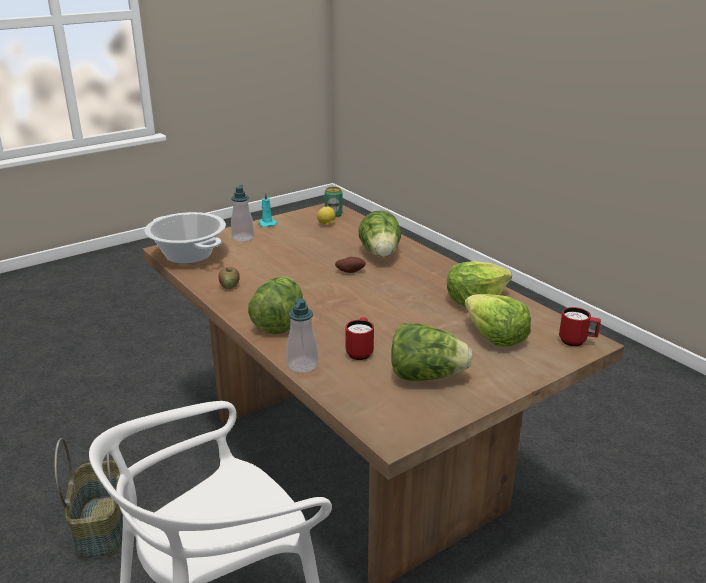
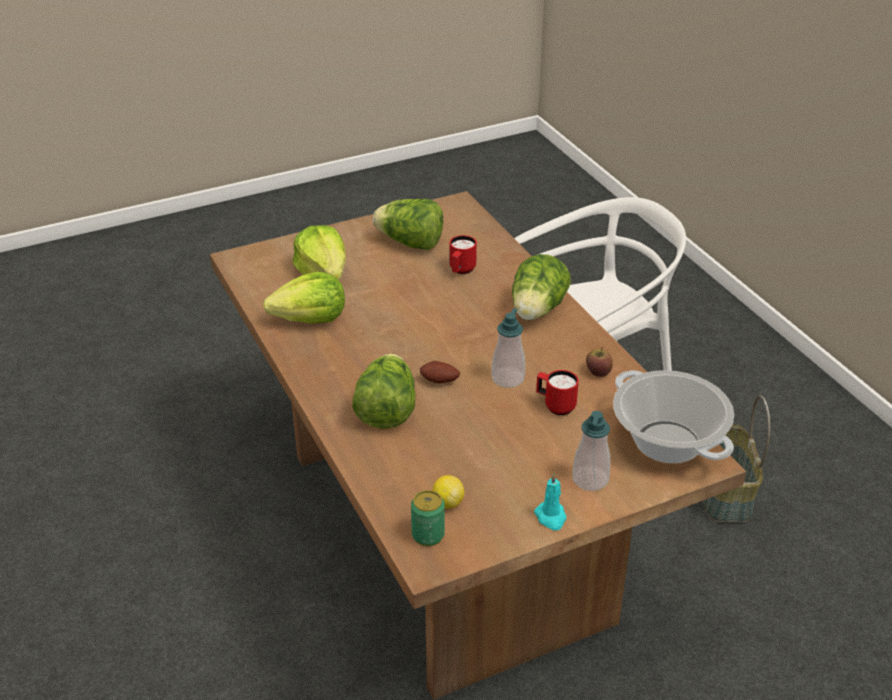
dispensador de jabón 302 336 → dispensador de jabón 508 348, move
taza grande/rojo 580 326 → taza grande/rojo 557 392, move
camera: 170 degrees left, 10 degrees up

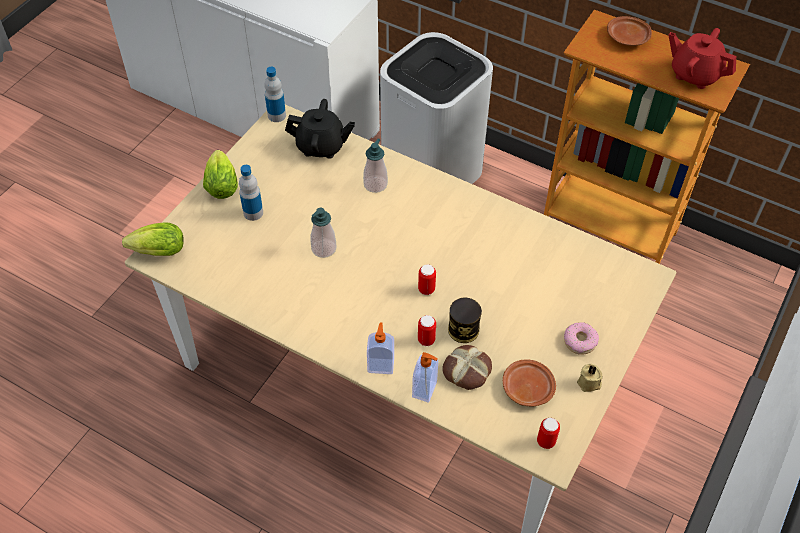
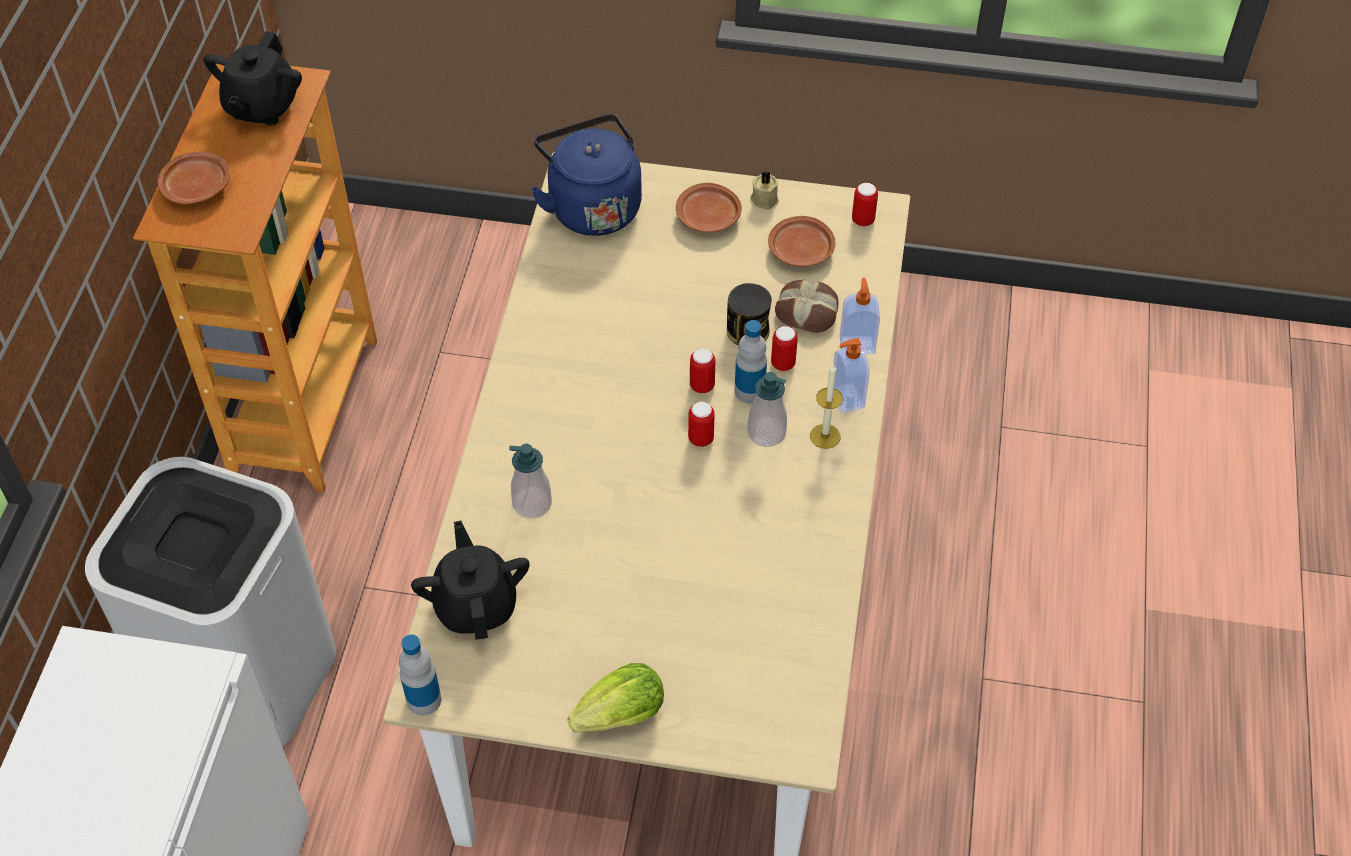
tetera/rojo 702 58 → tetera/negro 253 78
botella 251 193 → botella 751 362, move
dispensador de jabón 323 232 → dispensador de jabón 767 409, move
lechuga 153 239 → -
rosquilla 581 338 → plato/marrón 709 208
- → hervidor/azul 586 175
- → vela 826 407
- → lata 701 424
camera: 110 degrees left, 0 degrees up

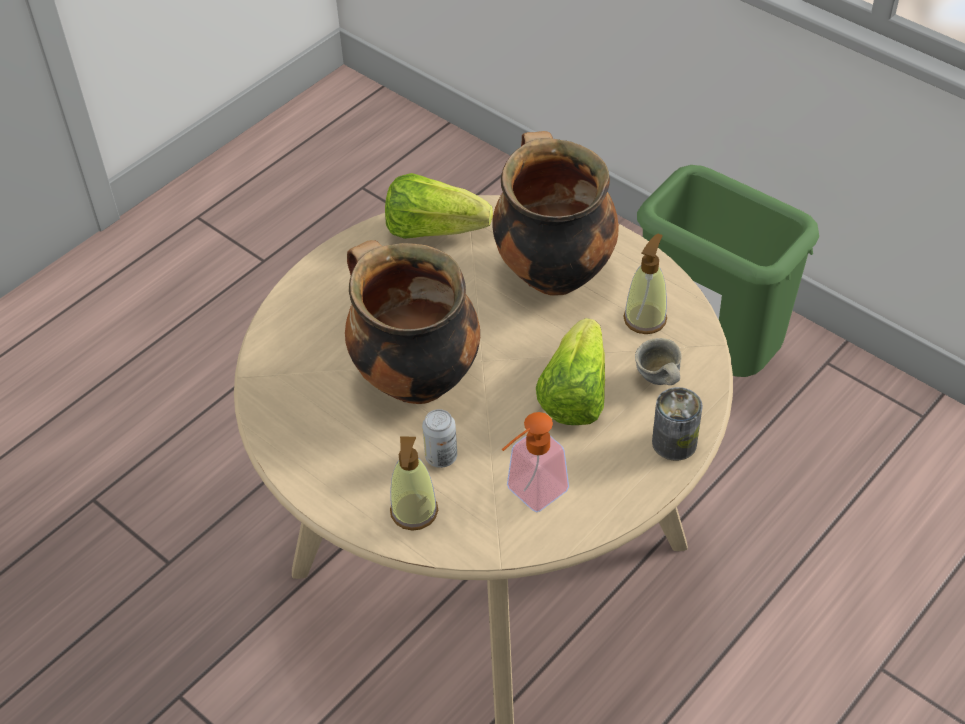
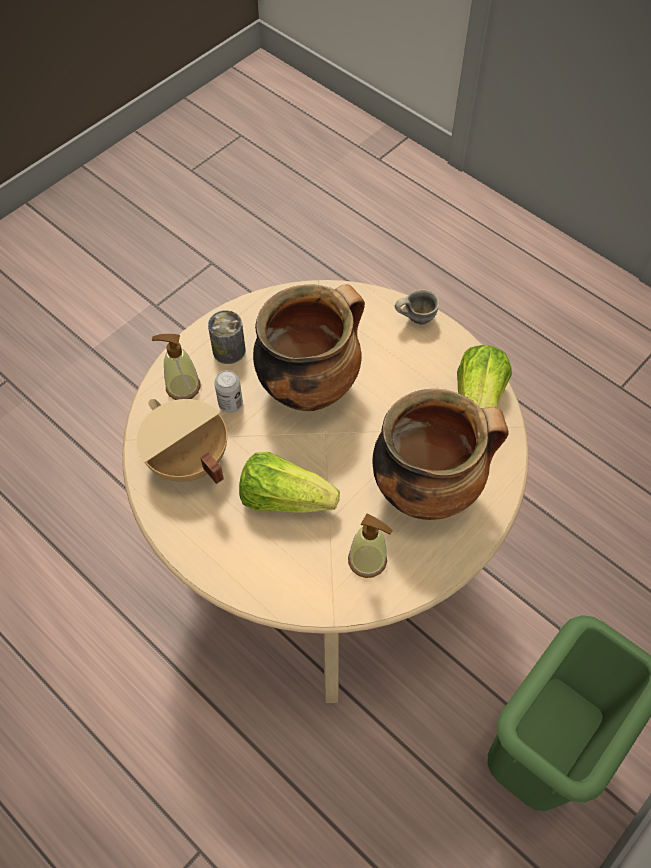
taza grande/gris 658 361 → taza grande/gris 417 307, move
lata 677 424 → lata 226 337, move
dispensador de jabón 535 462 → olla/beis 181 442
camera: 90 degrees right, 10 degrees up

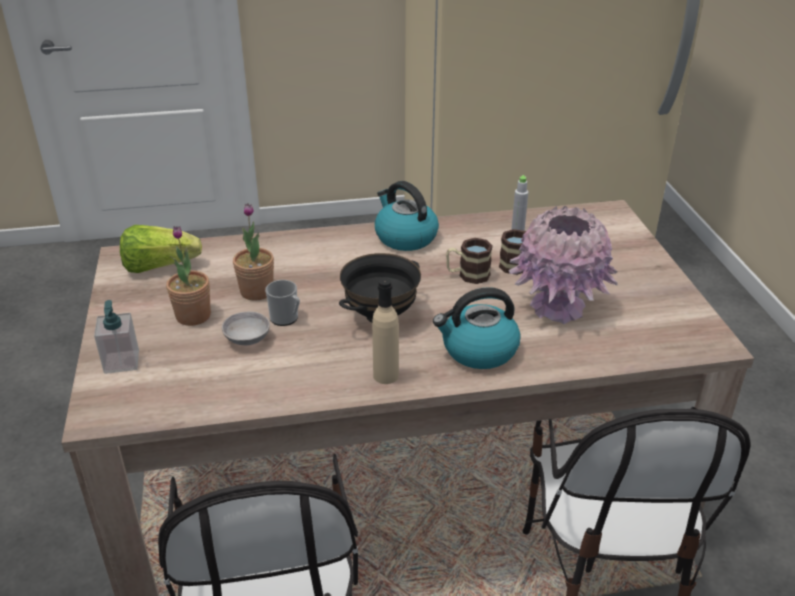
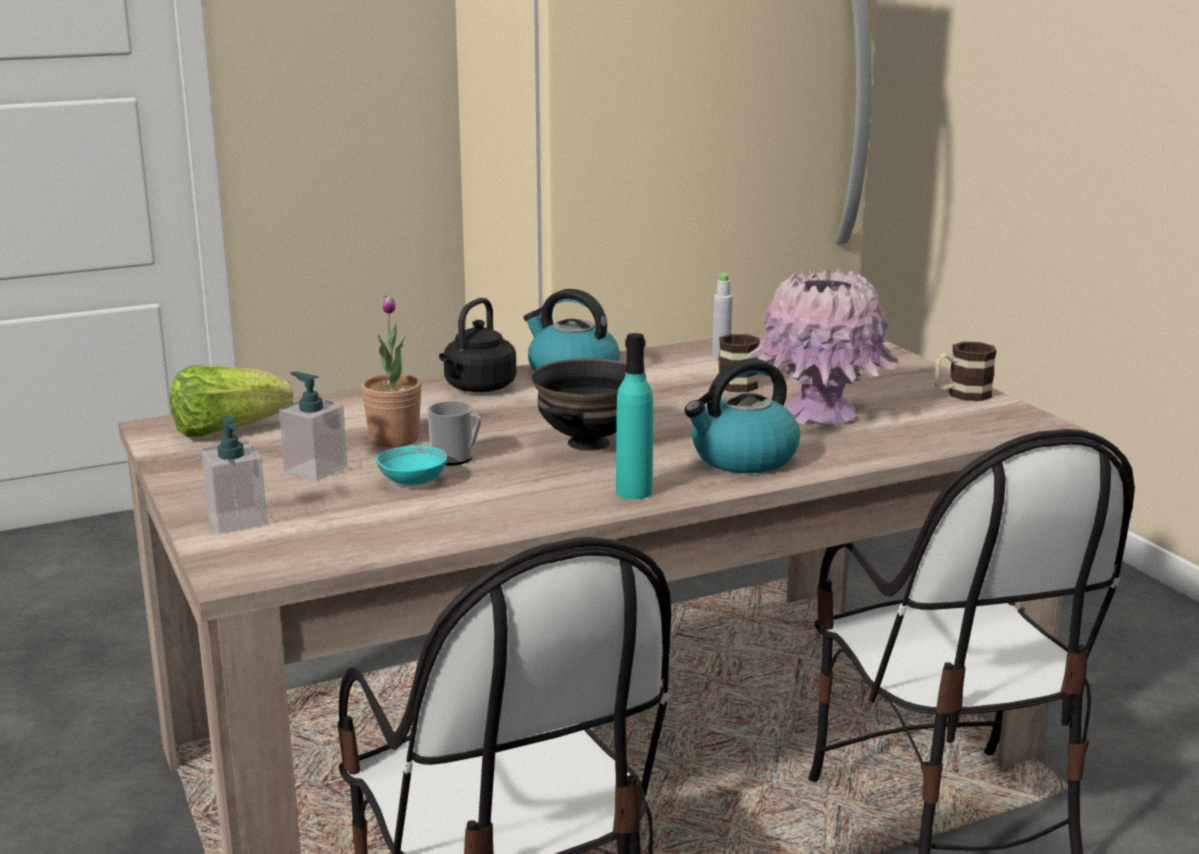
planta en maceta 188 276 → dispensador de jabón 313 426
taza grande 469 261 → taza grande 966 371, move
botella/beis 385 331 → botella/turquesa 634 416
cuenco/gris 246 328 → cuenco/turquesa 411 465
- → hervidor/negro 477 345
camera: 15 degrees left, 15 degrees down

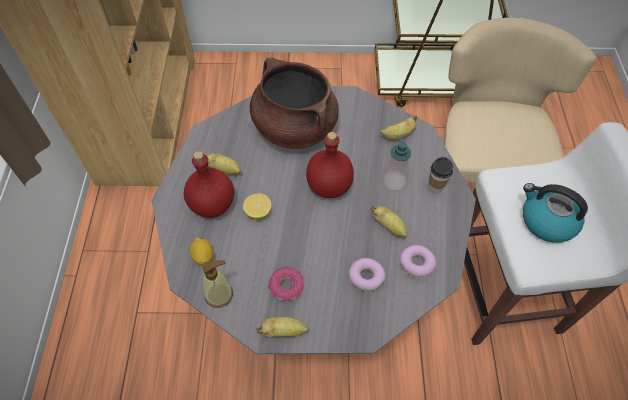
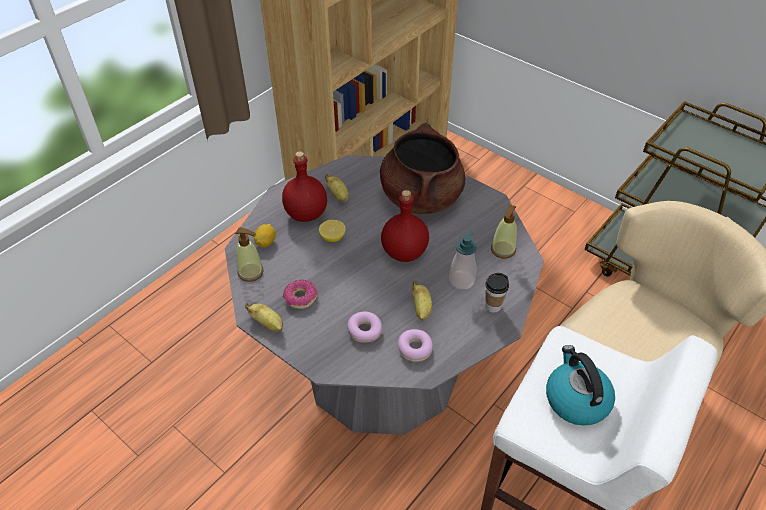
plátano 398 127 → dispensador de jabón 504 231
camera: 40 degrees right, 10 degrees down

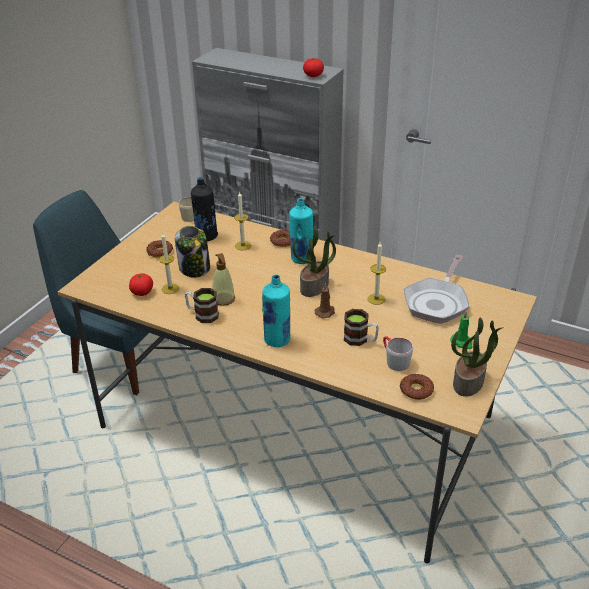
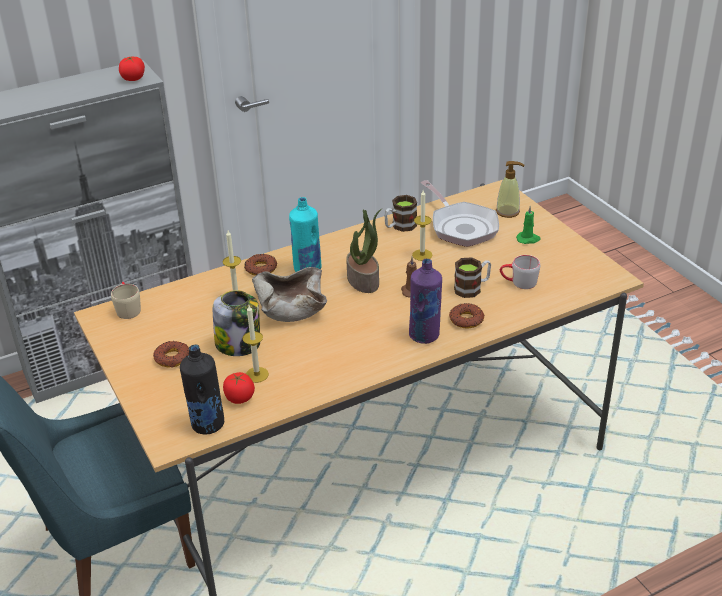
botella/negro 204 209 → botella/negro 202 389, move
dispensador de jabón 224 279 → dispensador de jabón 510 189, move
botella/turquesa 276 311 → botella/morado 425 301
taza grande 202 305 → taza grande 400 213, move
planta en maceta 477 357 → -
rosquilla 417 387 → rosquilla 466 315, move
- → cuenco/beis 289 294
camera: 55 degrees left, 0 degrees up

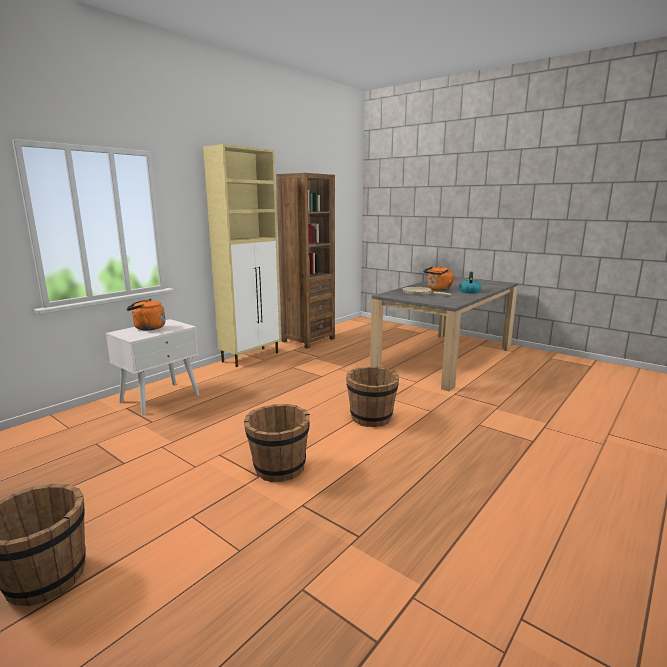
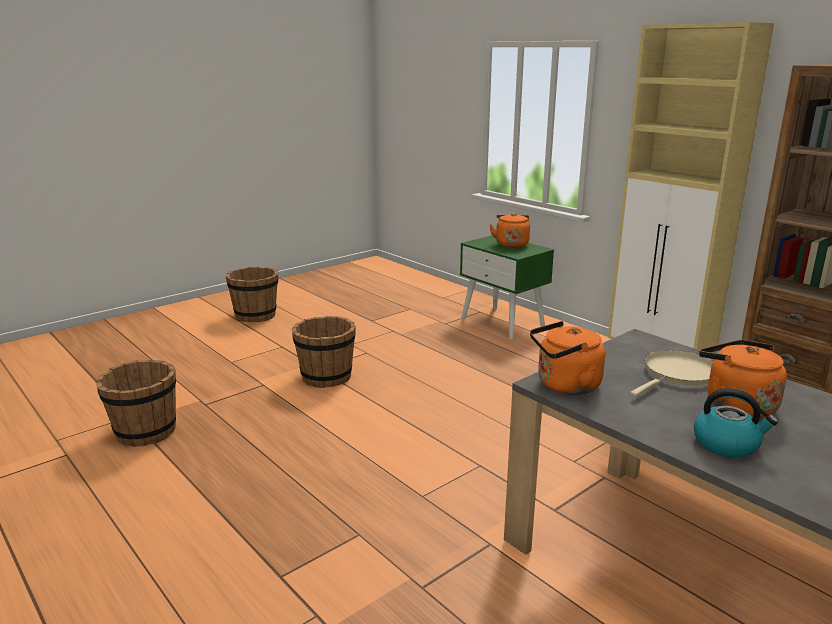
mesita de noche/blanco 152 367 → mesita de noche/verde 507 287
cubo/marrón 372 397 → cubo/marrón 135 403, move
- → hervidor/naranja 567 358
camera: 100 degrees right, 5 degrees up

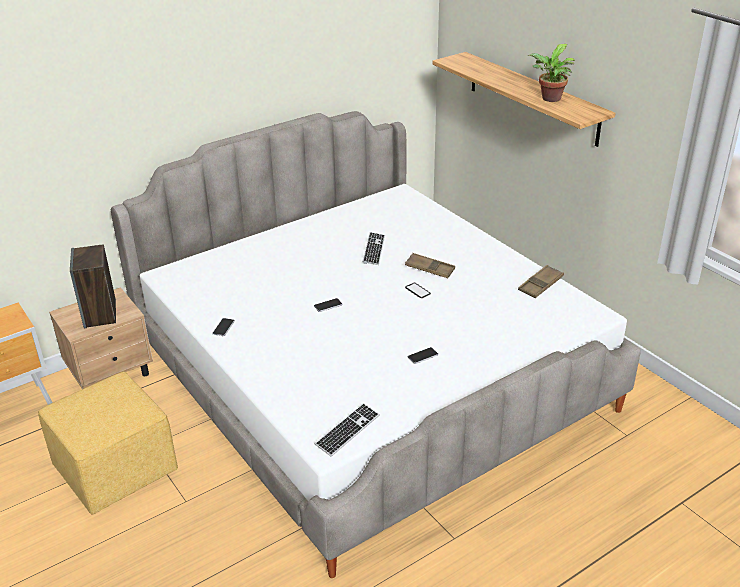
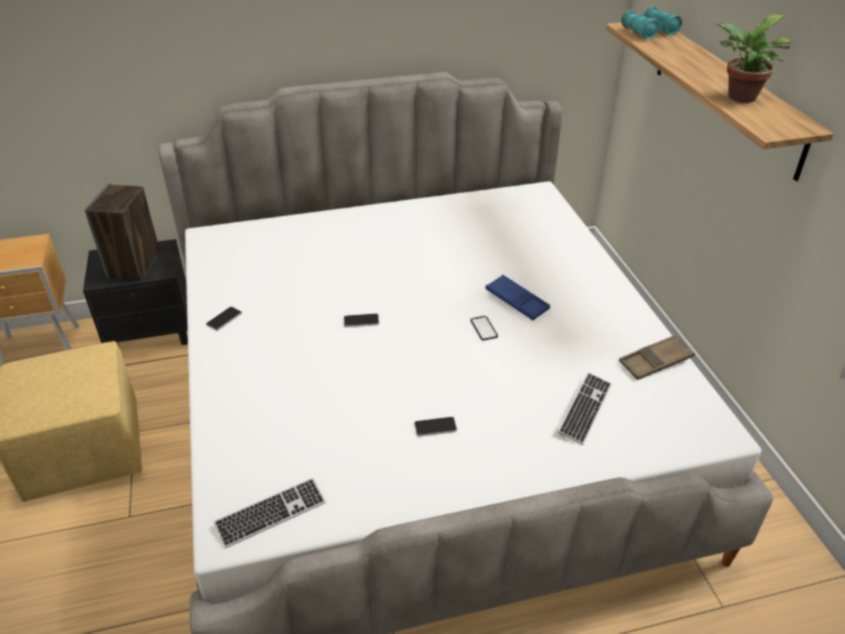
teclado 373 248 → teclado 584 408, move
bandeja/marrón 430 265 → bandeja/azul 517 298
mesita de noche/beis 101 338 → mesita de noche/negro 135 293
- → prismáticos/turquesa 651 23
camera: 20 degrees right, 5 degrees up

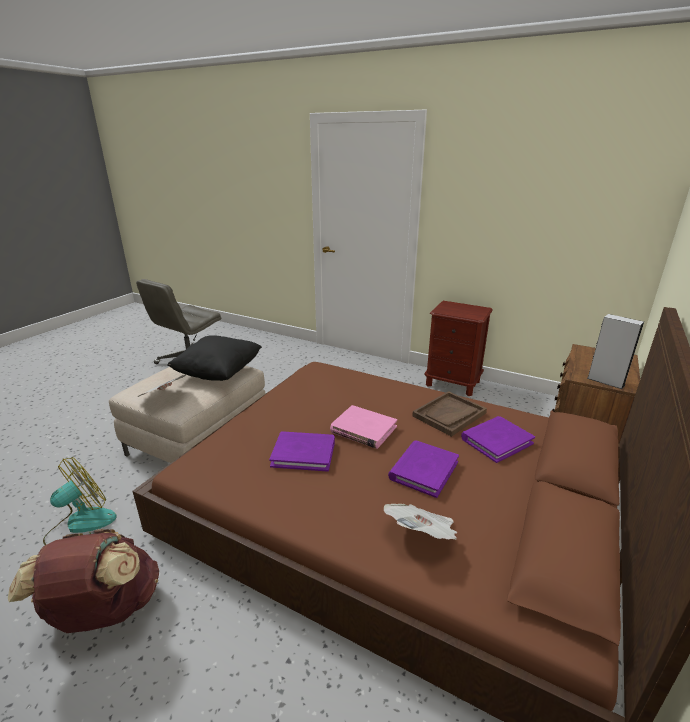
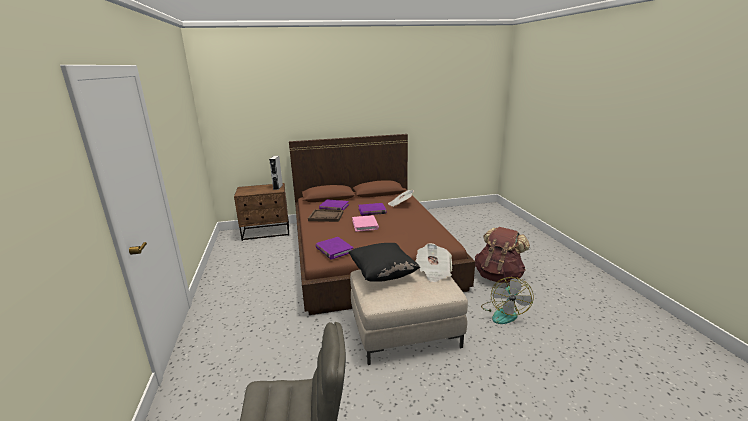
mesita de noche/marrón 458 348 → -
libro/morado 302 451 → libro/morado 335 248, move
ventilador 80 501 → ventilador 507 300, 75 degrees counterclockwise
camera: 130 degrees left, 5 degrees down

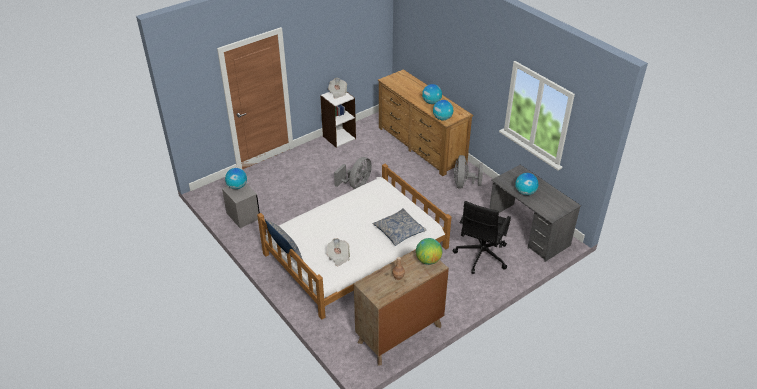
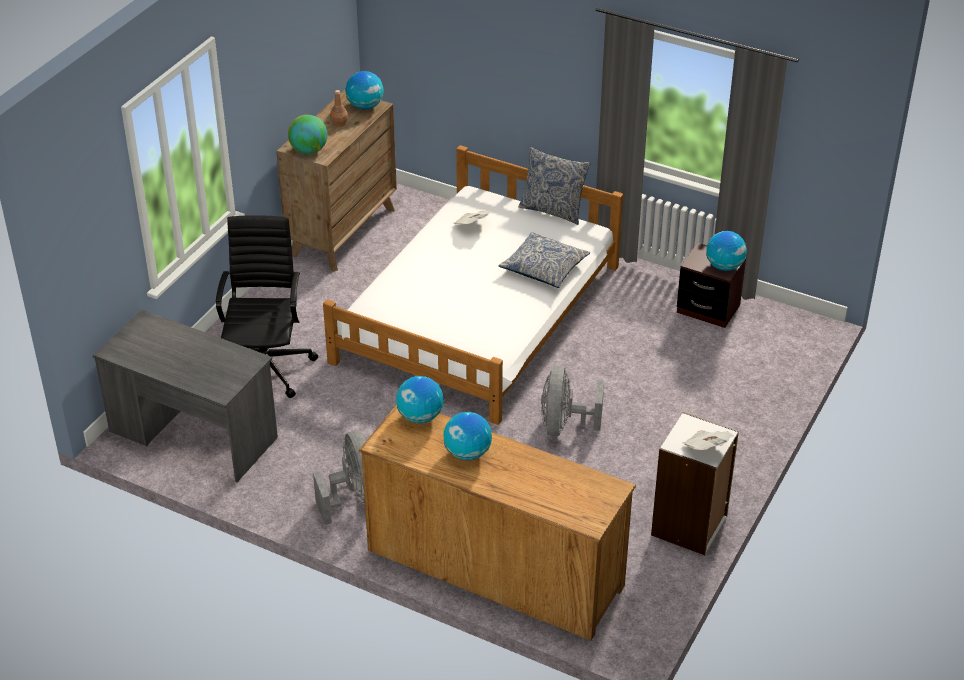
globo terráqueo 526 184 → globo terráqueo 365 90, move
mesita de noche/gris 241 205 → mesita de noche/marrón 711 285
cojín 399 227 → cojín 544 260, move
camera: 155 degrees right, 0 degrees up

